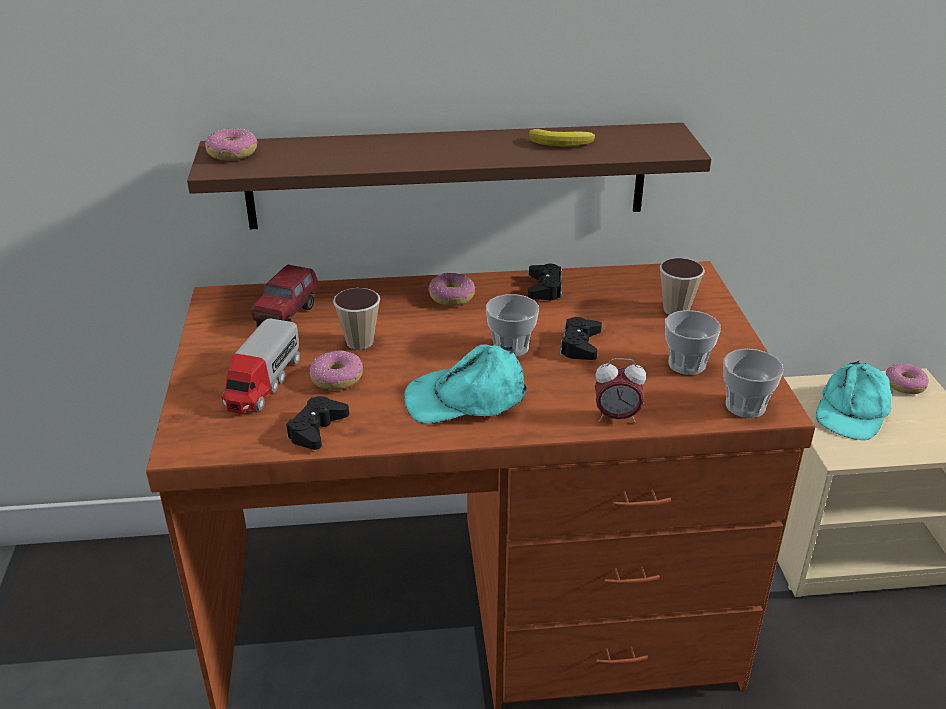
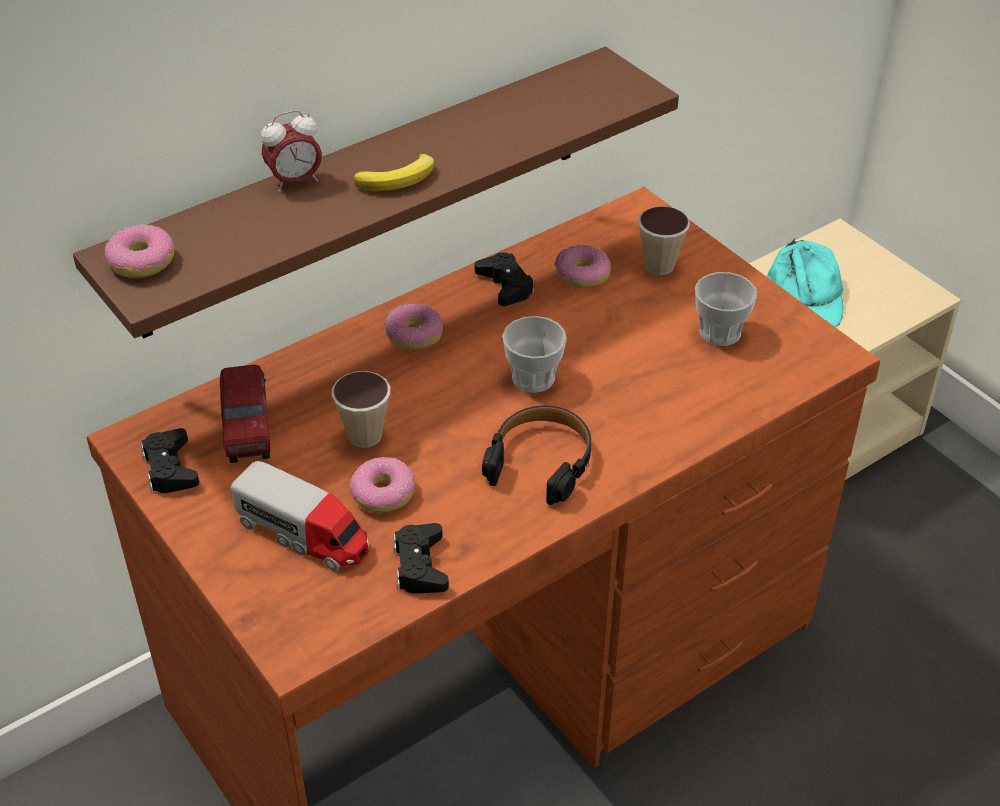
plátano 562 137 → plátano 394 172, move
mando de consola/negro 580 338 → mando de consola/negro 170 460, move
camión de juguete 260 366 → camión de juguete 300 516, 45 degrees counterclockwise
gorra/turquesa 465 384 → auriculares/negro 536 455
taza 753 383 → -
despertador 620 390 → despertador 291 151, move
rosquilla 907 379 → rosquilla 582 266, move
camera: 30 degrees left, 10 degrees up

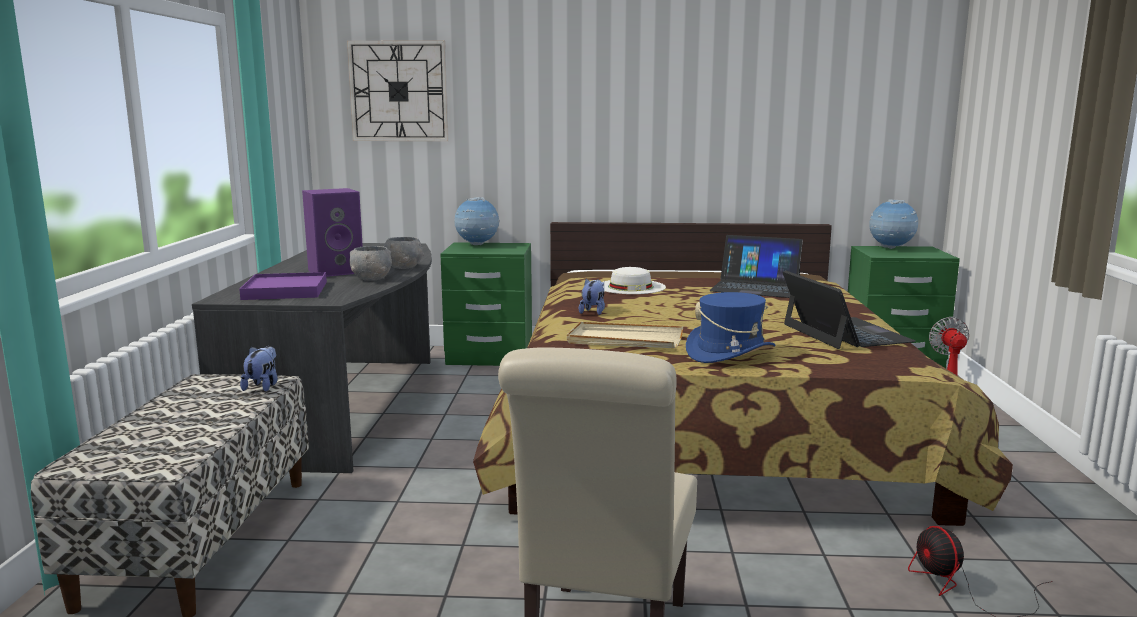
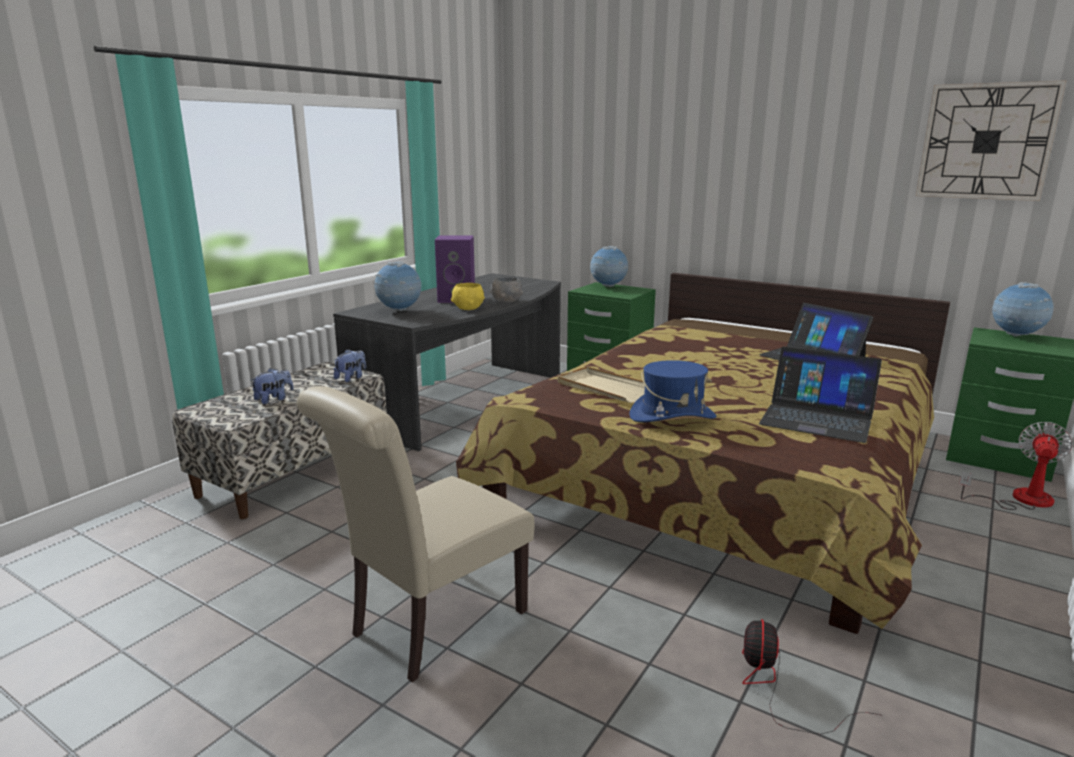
reloj de pared 398 90 → reloj de pared 991 140, move
cuenco/gris 370 263 → cuenco/amarillo 468 296
sombrero/blanco 634 280 → -
portátil 849 310 → portátil 820 394, 105 degrees clockwise
bandeja/morado 283 286 → globo terráqueo 398 286
peluche 592 297 → peluche 272 386, move
camera: 30 degrees right, 5 degrees up

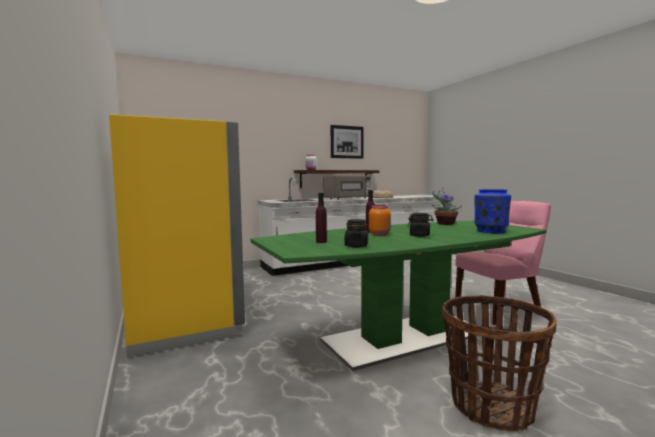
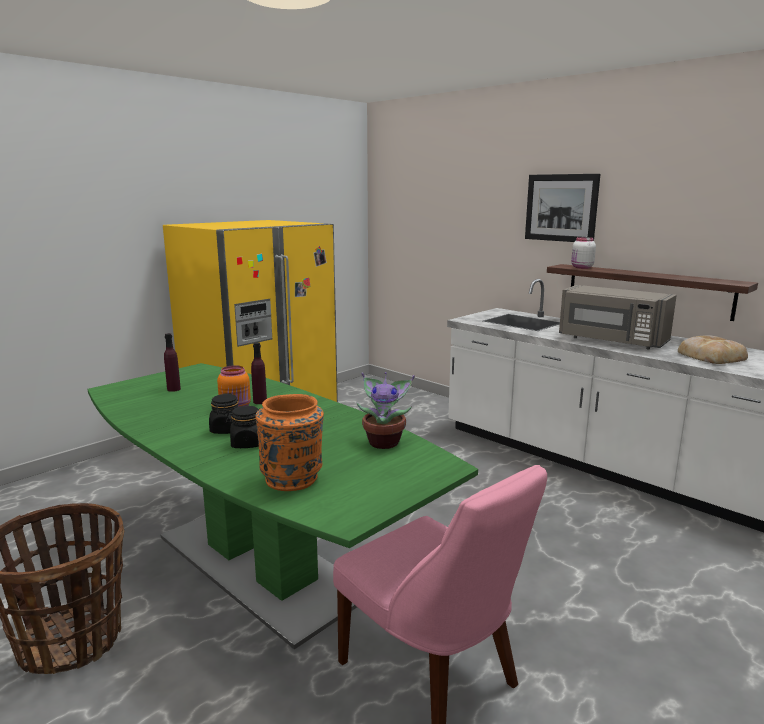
cuadro 347 142 → cuadro 562 208, move
florero/azul 492 211 → florero/naranja 290 442
tarro/negro 356 233 → tarro/negro 242 427, move
camera: 70 degrees right, 10 degrees up

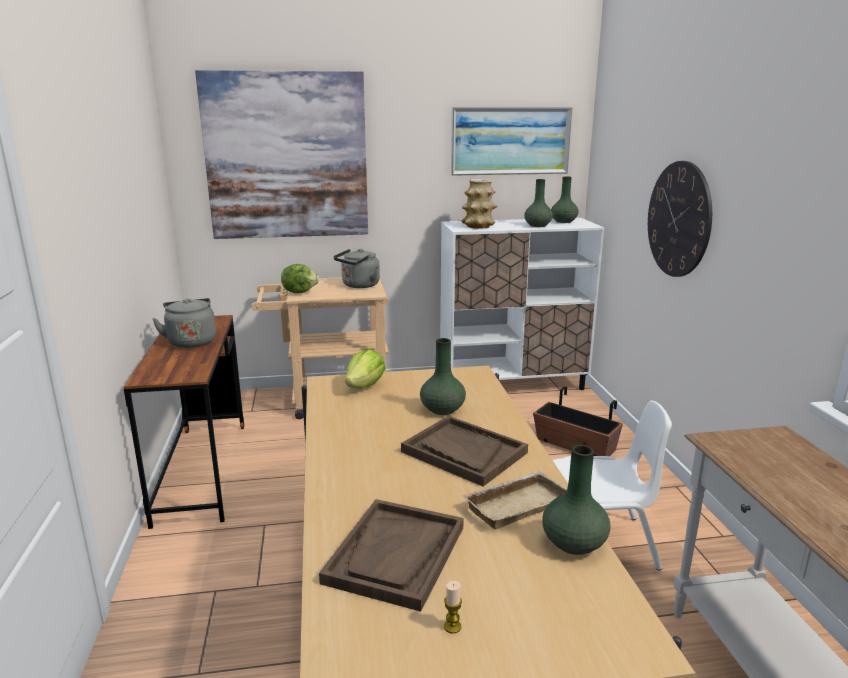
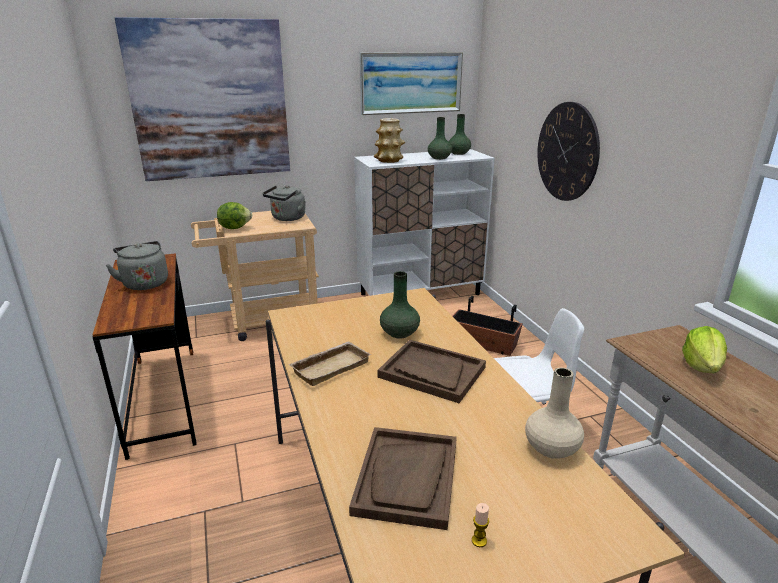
lechuga 365 369 → lechuga 704 349, move
florero/verde 576 500 → florero/beis 554 413
bandeja/beis 515 500 → bandeja/beis 329 363, move
camera: 10 degrees left, 5 degrees up

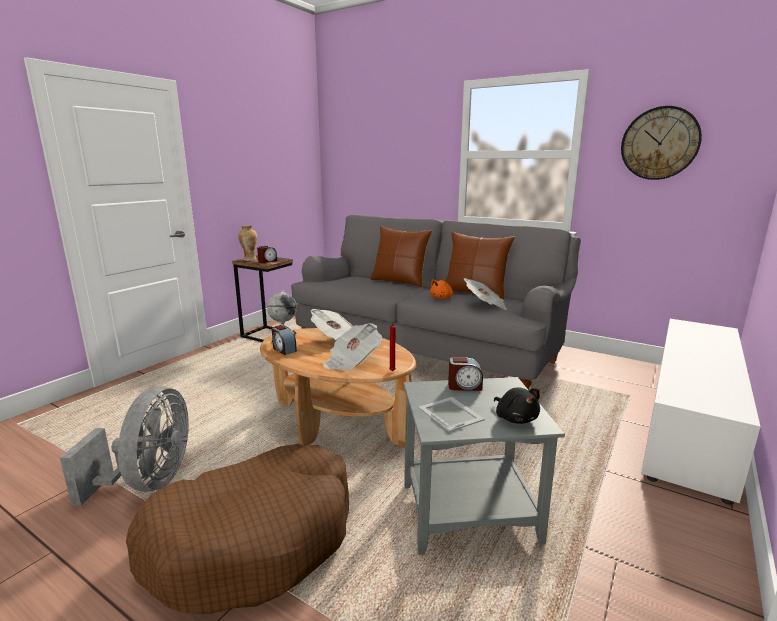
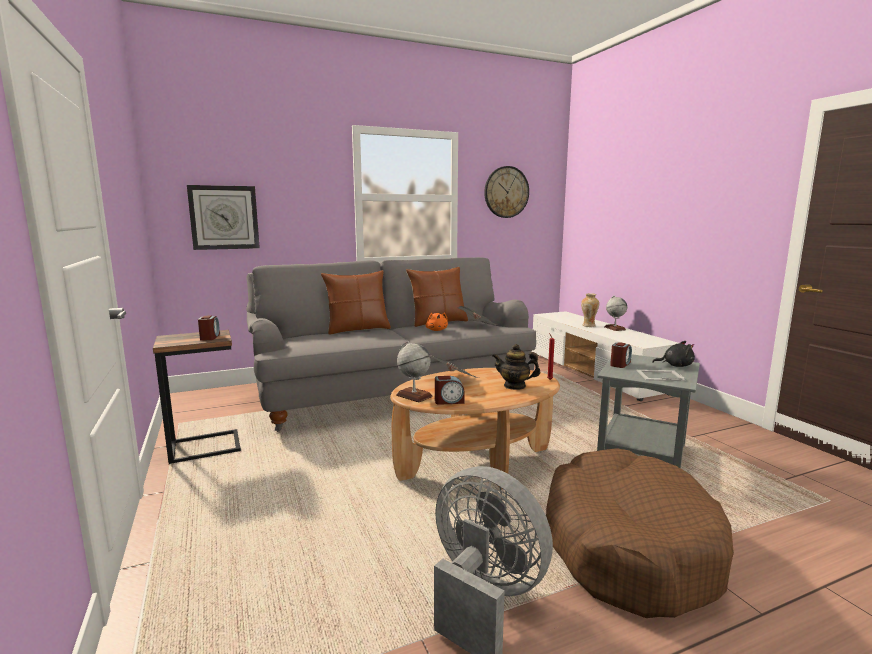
florero 247 243 → florero 590 310, move
periódico 352 347 → tetera 516 367
- → reloj de pared 223 217
- → globo terráqueo 616 313
camera: 55 degrees left, 5 degrees down

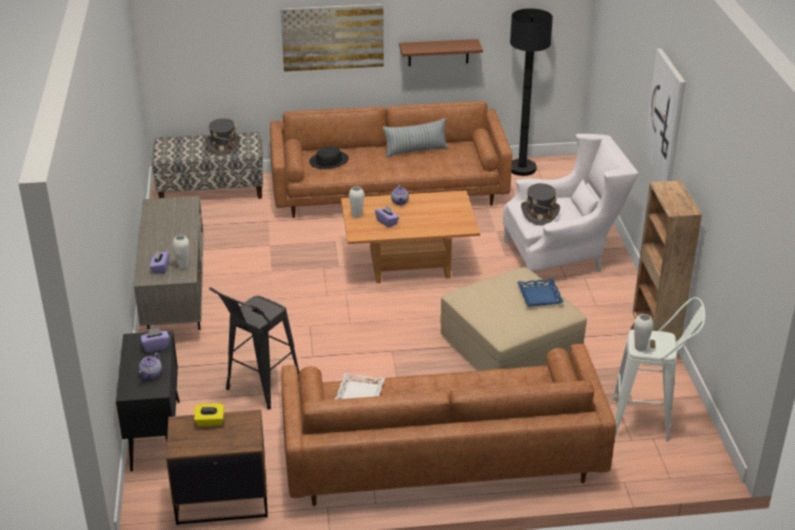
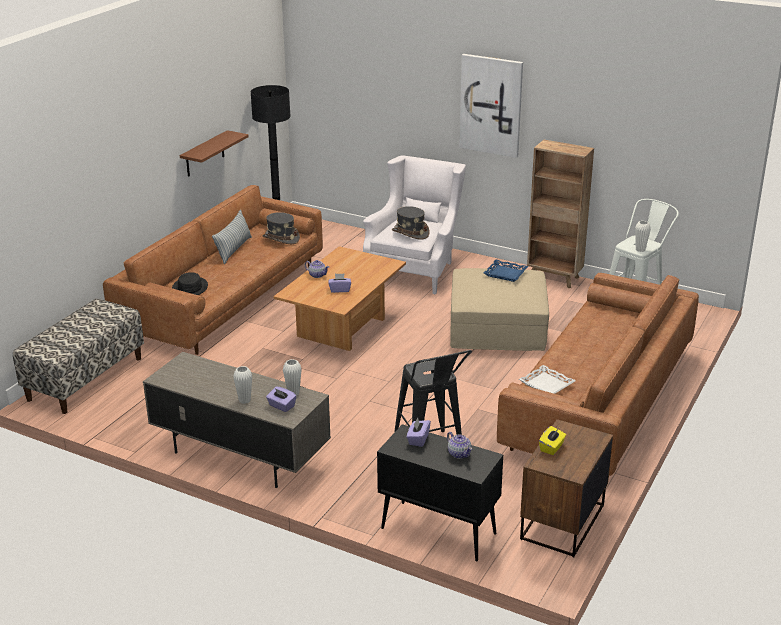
cuadro 332 38 → -
sombrero/gris 223 137 → sombrero/gris 281 228, move
florero/blanco 357 202 → florero/blanco 242 385, move
camera: 55 degrees left, 5 degrees down

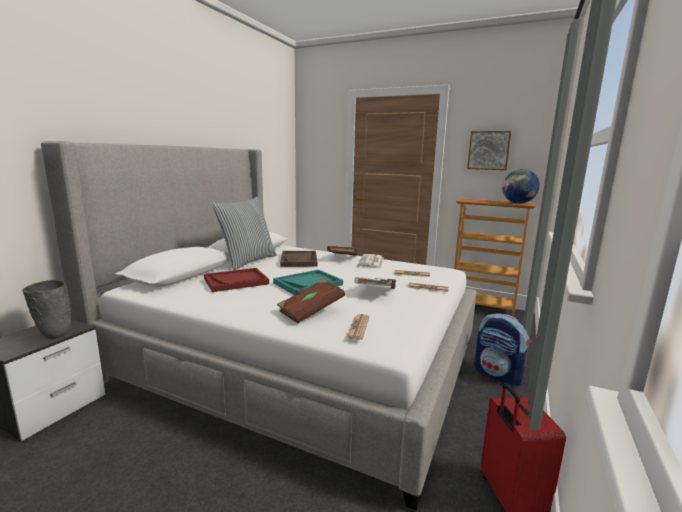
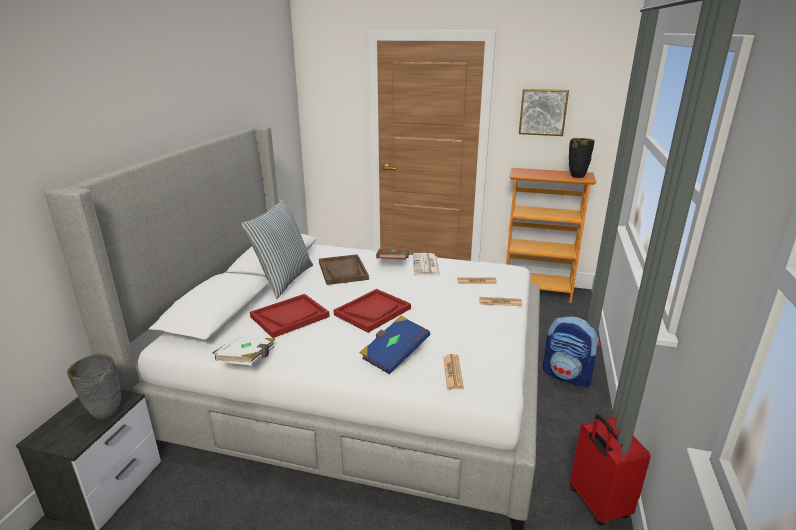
globo terráqueo 521 186 → florero/negro 582 158
bandeja/turquesa 308 282 → bandeja/rojo 372 311
libro/blanco 375 283 → libro/blanco 242 351, move
libro/marrón 311 301 → libro/azul 395 345
camera: 10 degrees left, 10 degrees up

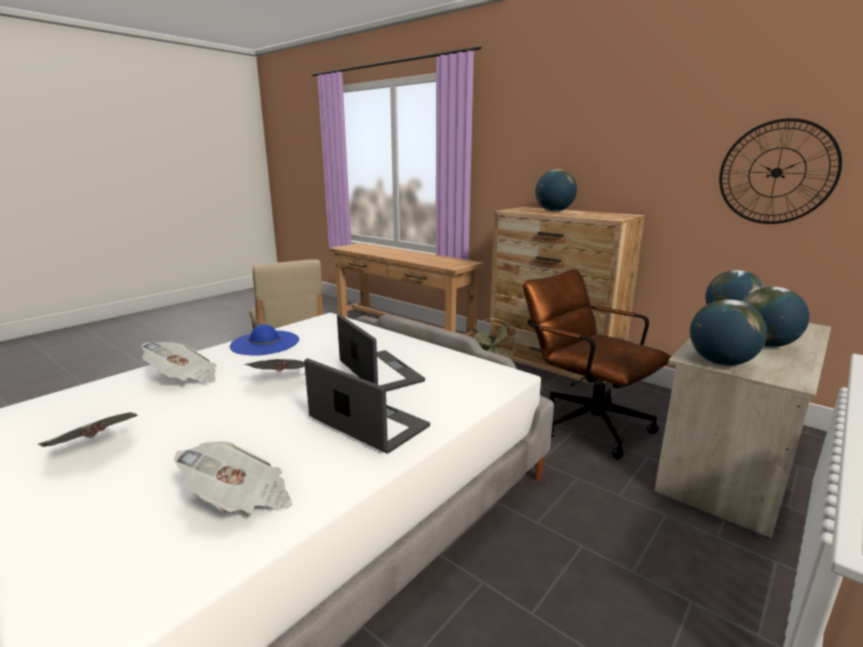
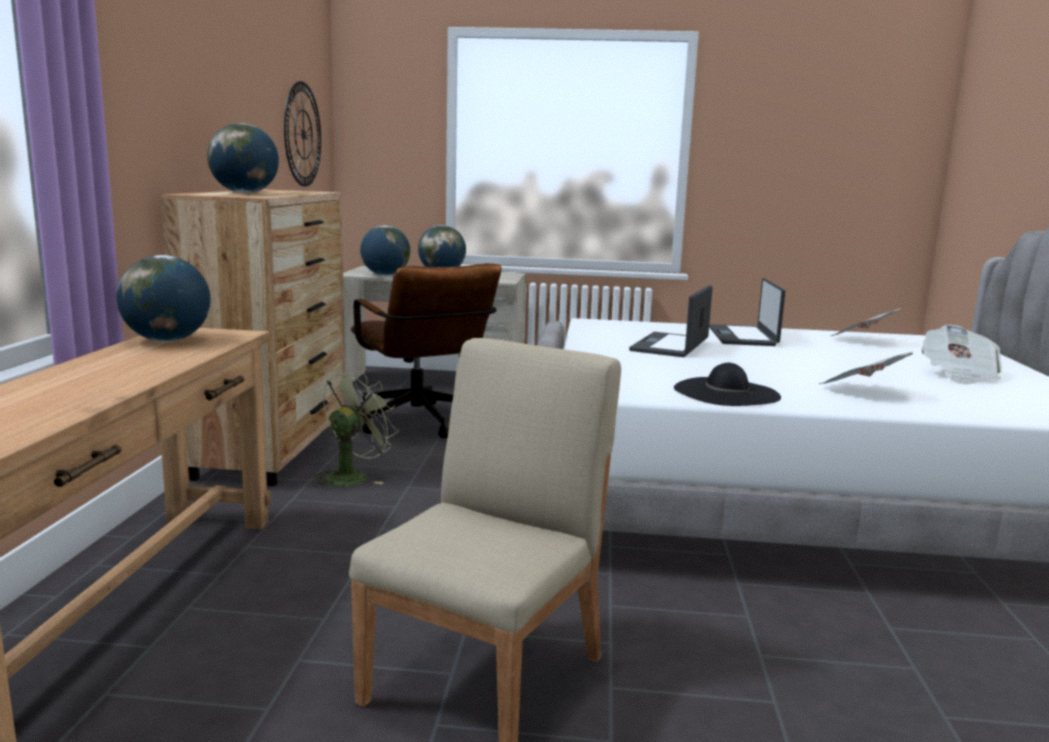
silla de oficina/marrón 597 364 → silla de oficina/marrón 426 350, 45 degrees counterclockwise
globo terráqueo 728 332 → globo terráqueo 163 298, move
sombrero/azul 264 340 → sombrero/negro 727 384
periódico 274 365 → -
camera: 125 degrees left, 5 degrees down

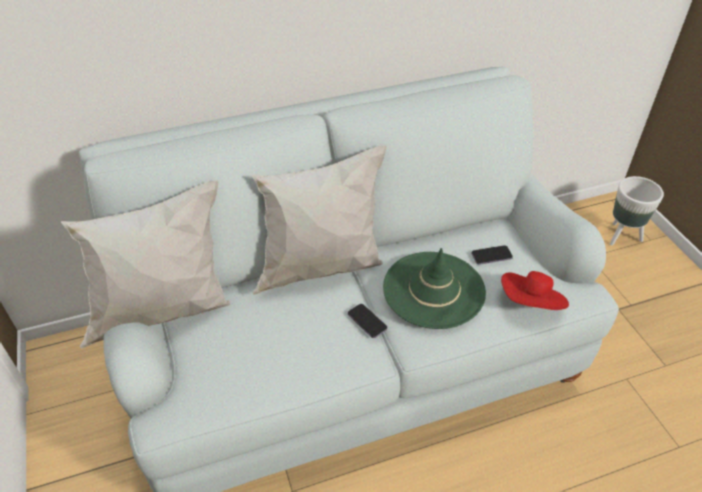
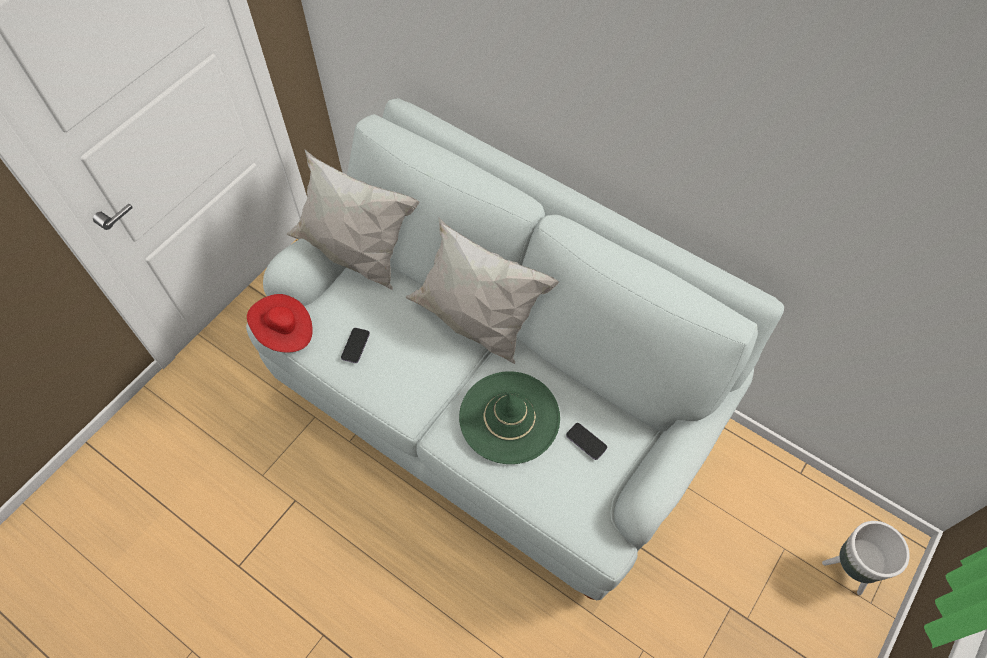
sombrero/rojo 535 290 → sombrero/rojo 280 323, move
móvil 367 321 → móvil 355 345, move
camera: 55 degrees right, 15 degrees up

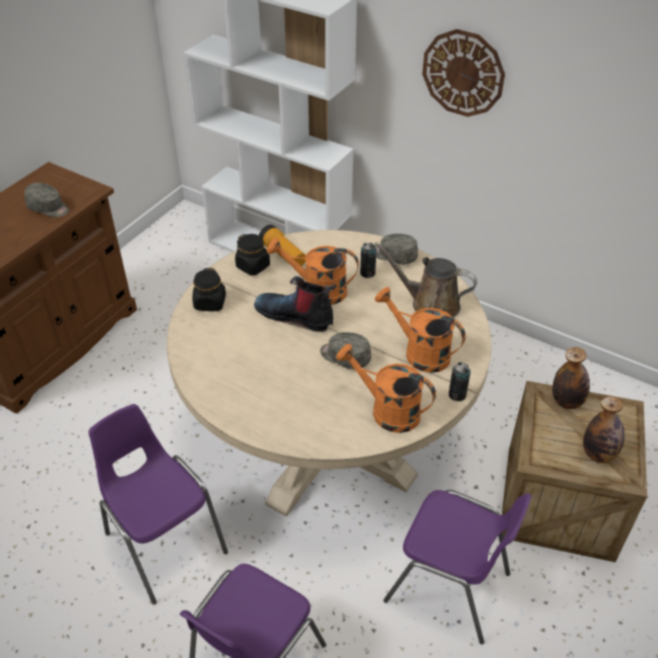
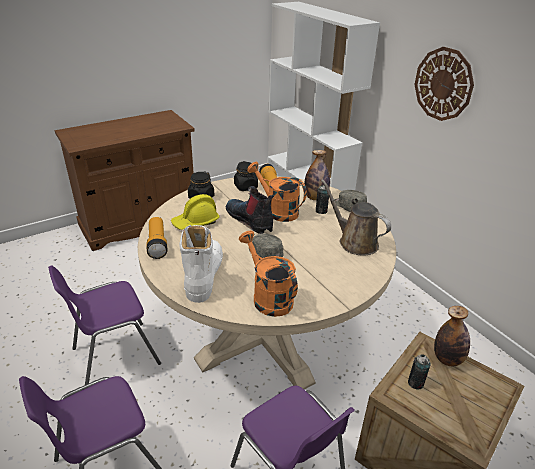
gorra/gris 46 200 → -
regadera/naranja 420 330 → -
lata 460 381 → lata 419 372, move
botella 604 430 → botella 317 175, move
silla/morado 158 504 → silla/morado 104 325, 105 degrees counterclockwise
- → casco/amarillo 195 212
- → linterna 157 238
- → bota/blanco 201 264
camera: 25 degrees right, 10 degrees down

